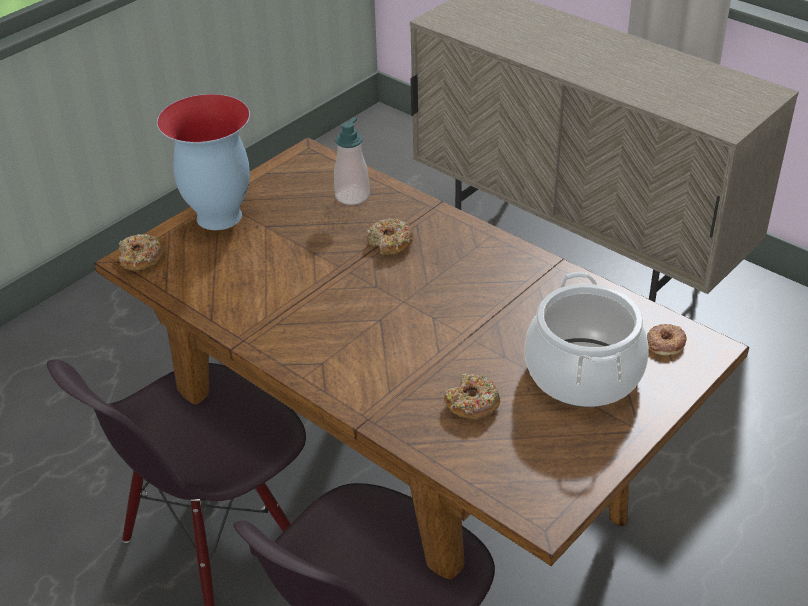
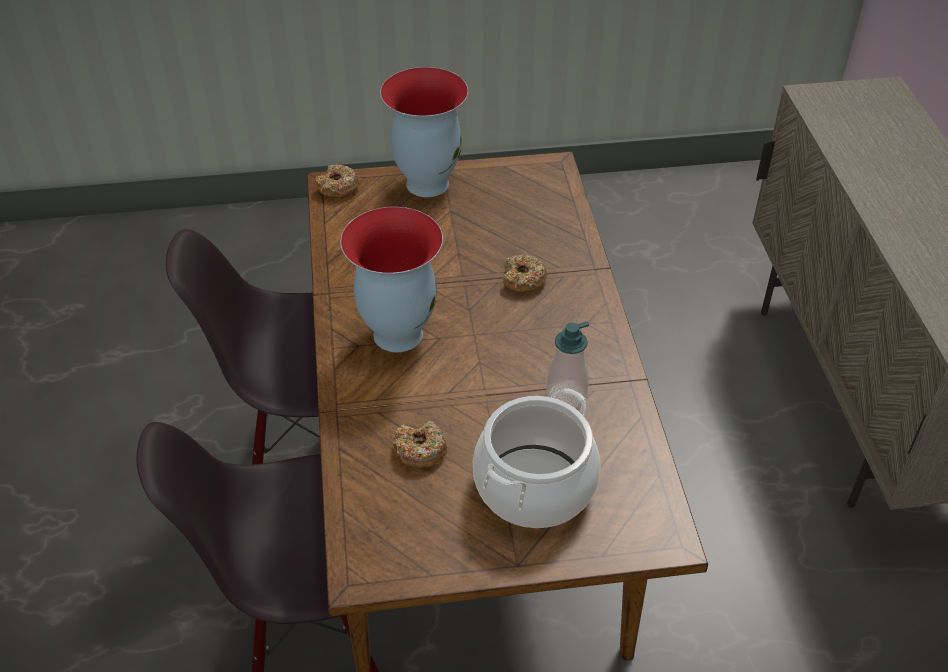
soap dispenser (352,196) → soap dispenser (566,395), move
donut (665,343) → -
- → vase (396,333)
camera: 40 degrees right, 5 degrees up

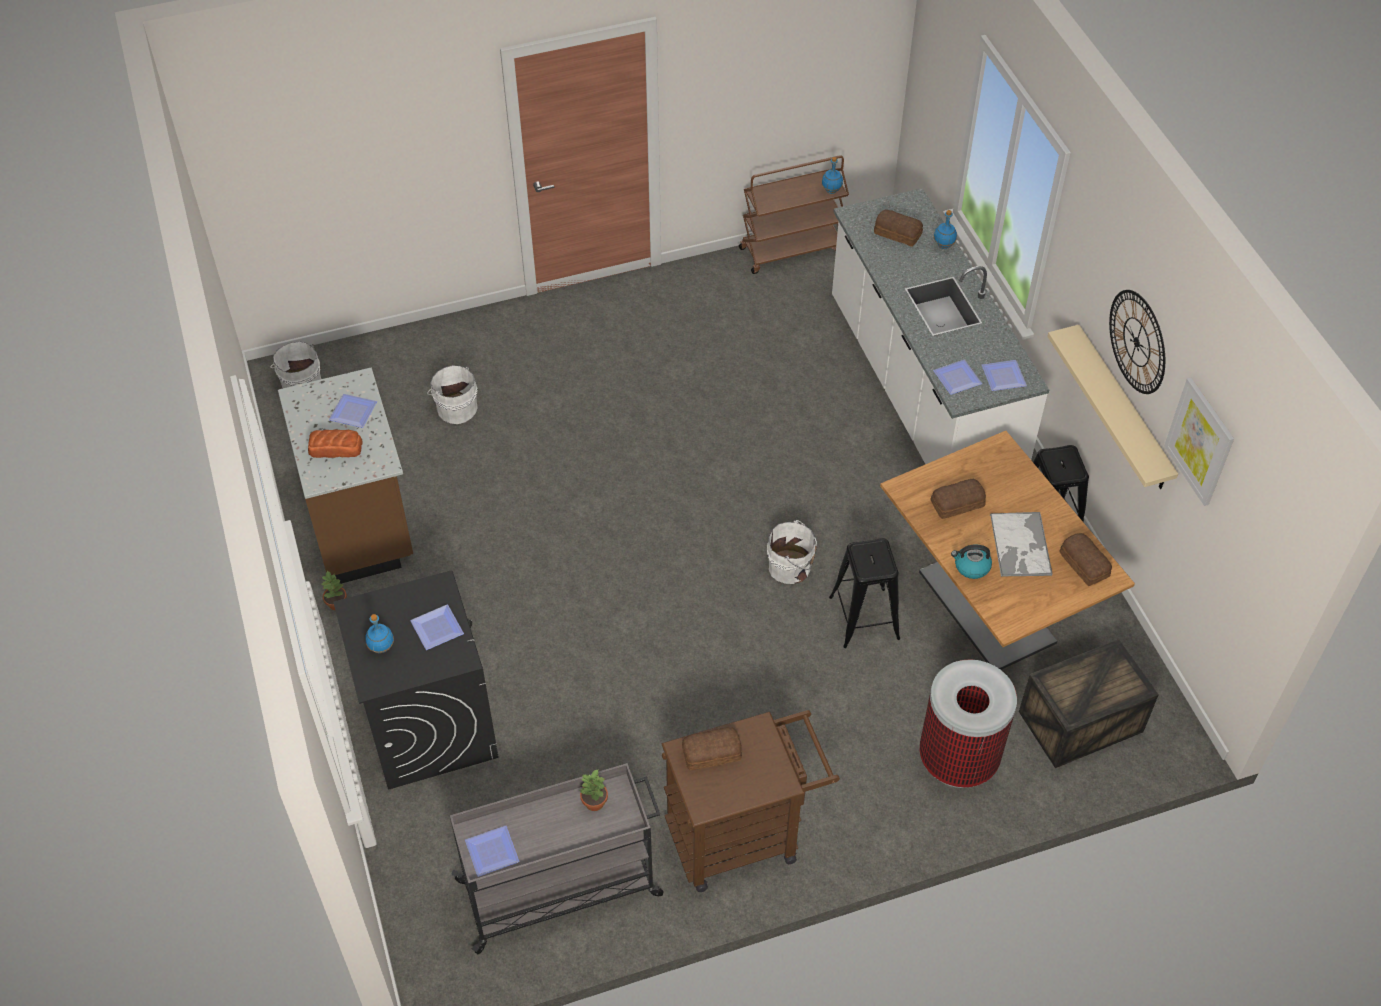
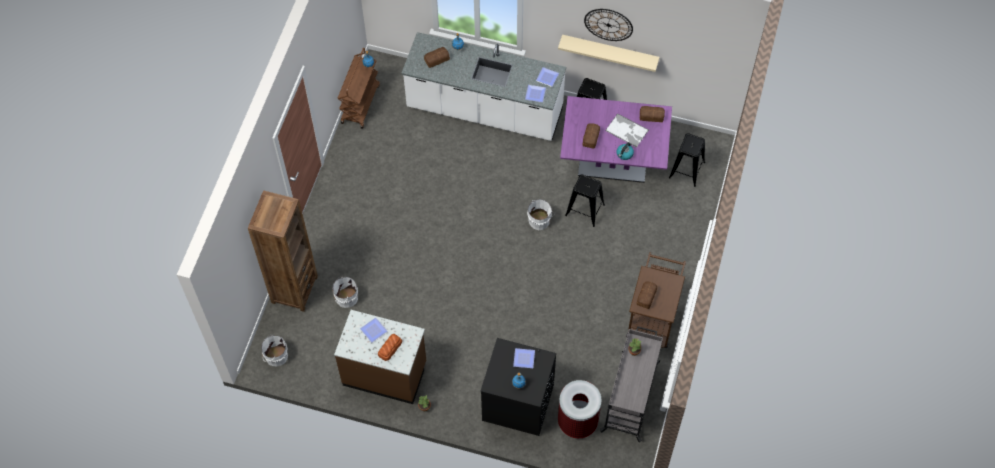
picture (1200,441) → -
dining table in brown (986,607) → dining table in purple (612,164)
crate (1079,723) → stool in black (687,170)
trash can (958,760) → trash can (577,422), move
plate (493,850) → -
- → bookcase in brown (294,289)
camera: 55 degrees left, 10 degrees up

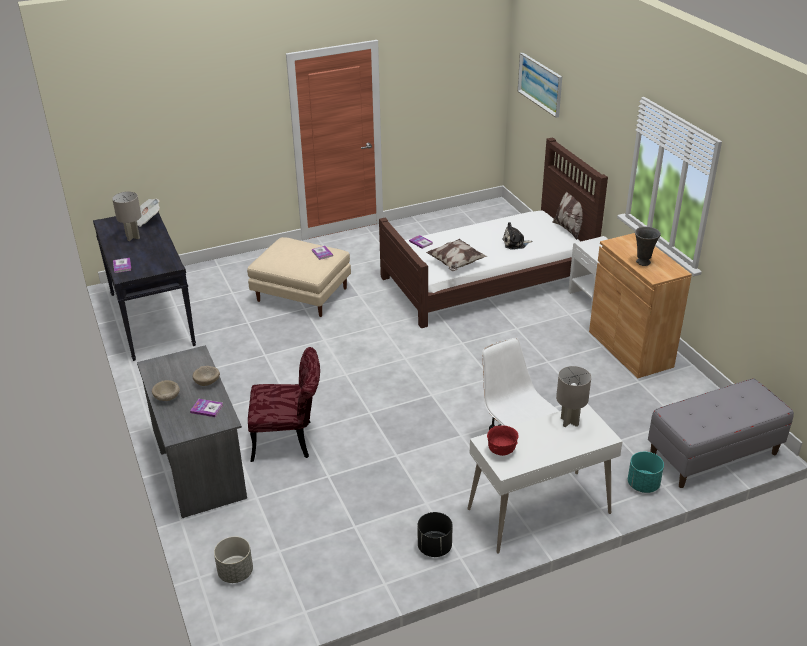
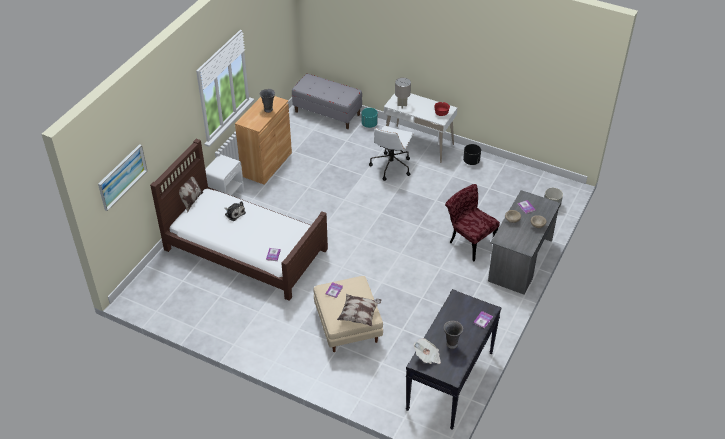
table lamp in grey (133,237) → vase in grey (451,344)
pillow (456,264) → pillow (359,315), move
camera: 130 degrees left, 10 degrees up

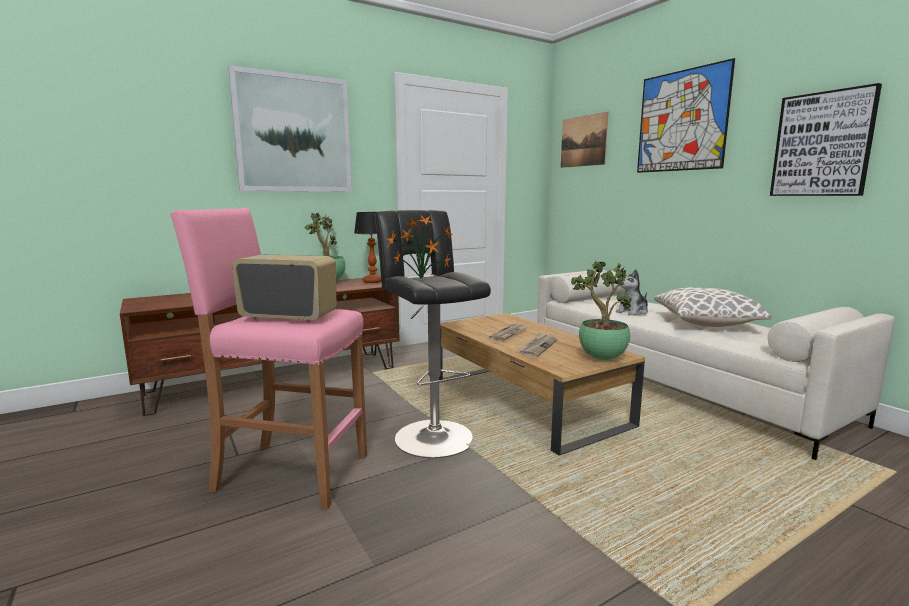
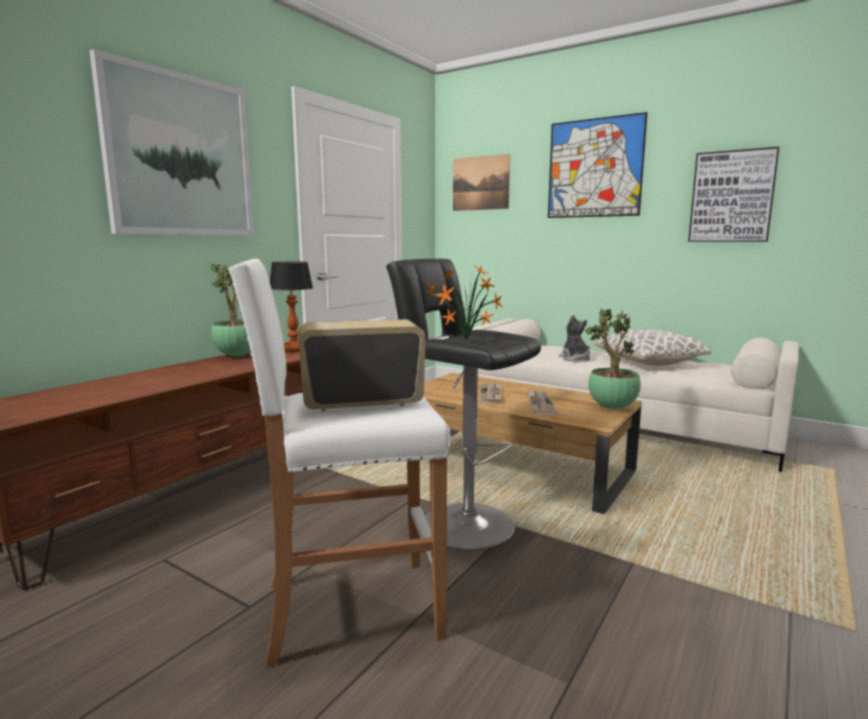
stool in pink (291,472) → stool in white (350,608)
plush toy (633,312) → plush toy (575,359), 135 degrees clockwise
camera: 25 degrees left, 0 degrees up

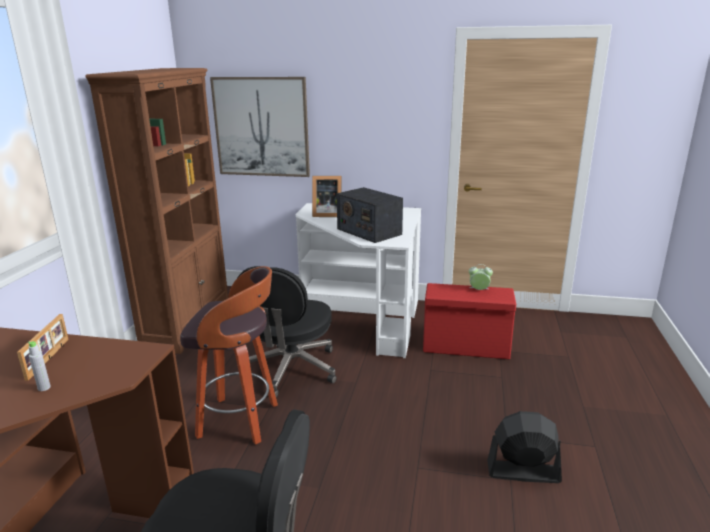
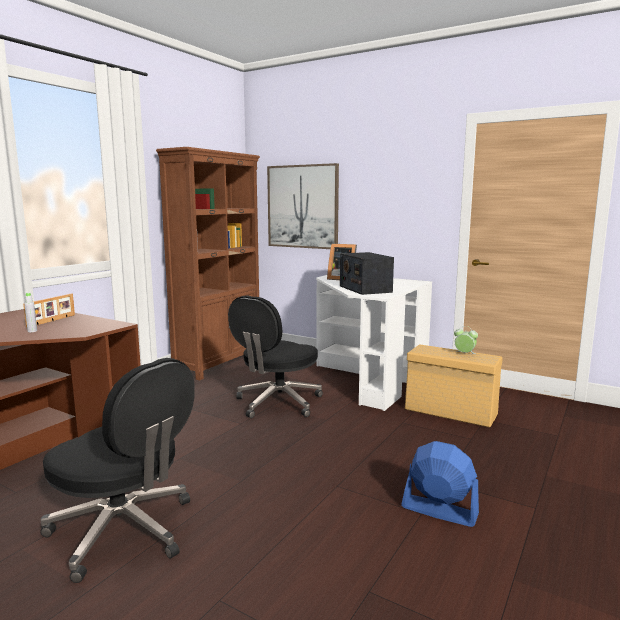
stool (240,421) → -
storage box in red (464,347) → storage box in beige (449,412)
fan in black (522,472) → fan in blue (439,510)
camera: 20 degrees right, 10 degrees down

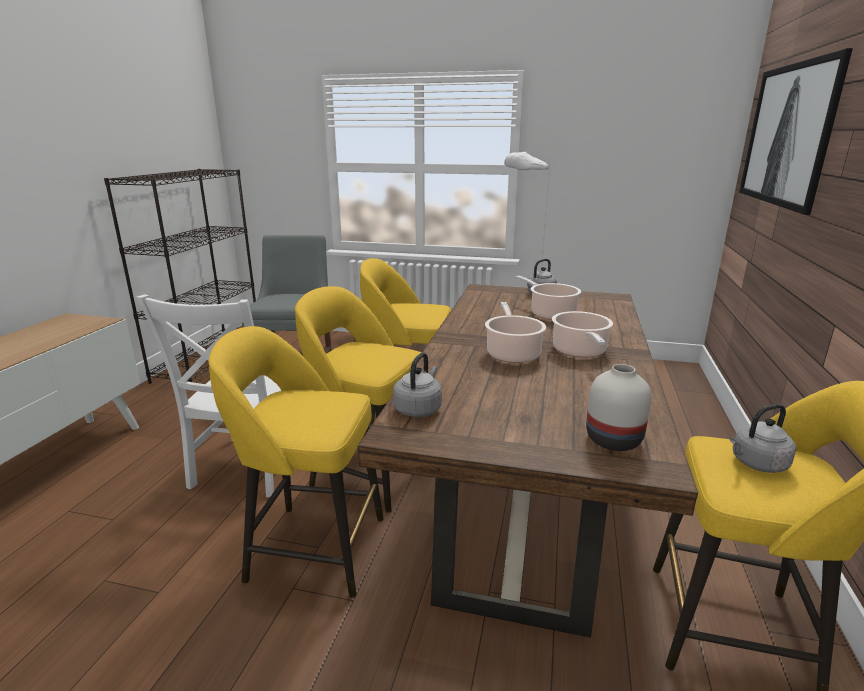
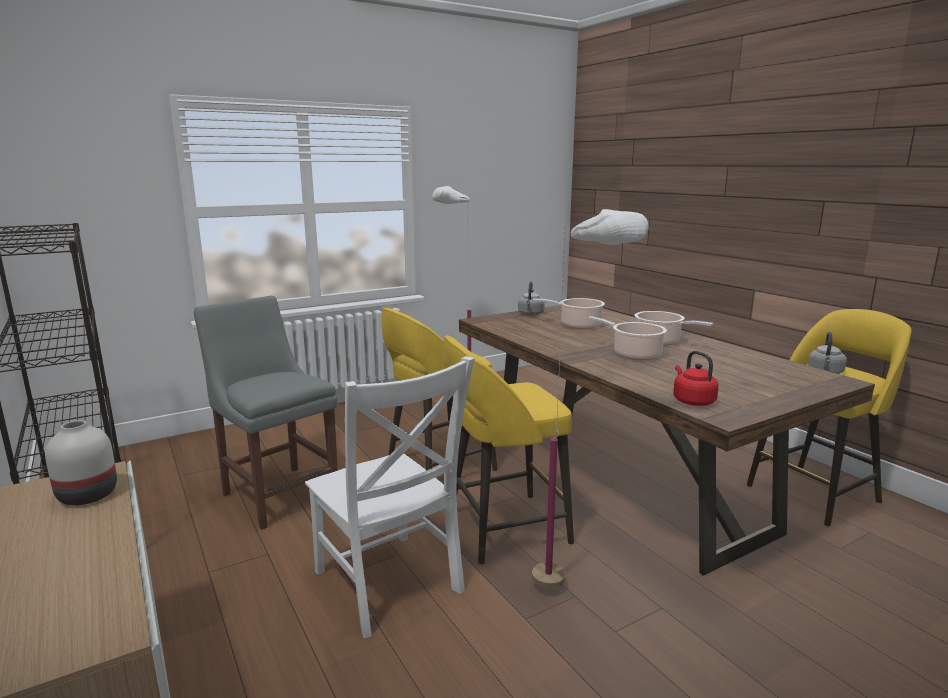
picture (789,135) → -
stool in yellow (313,547) → floor lamp in white (572,599)
kettle in grey (419,409) → kettle in red (692,401)
vase in white (613,439) → vase in white (87,494), move
camera: 45 degrees left, 5 degrees down

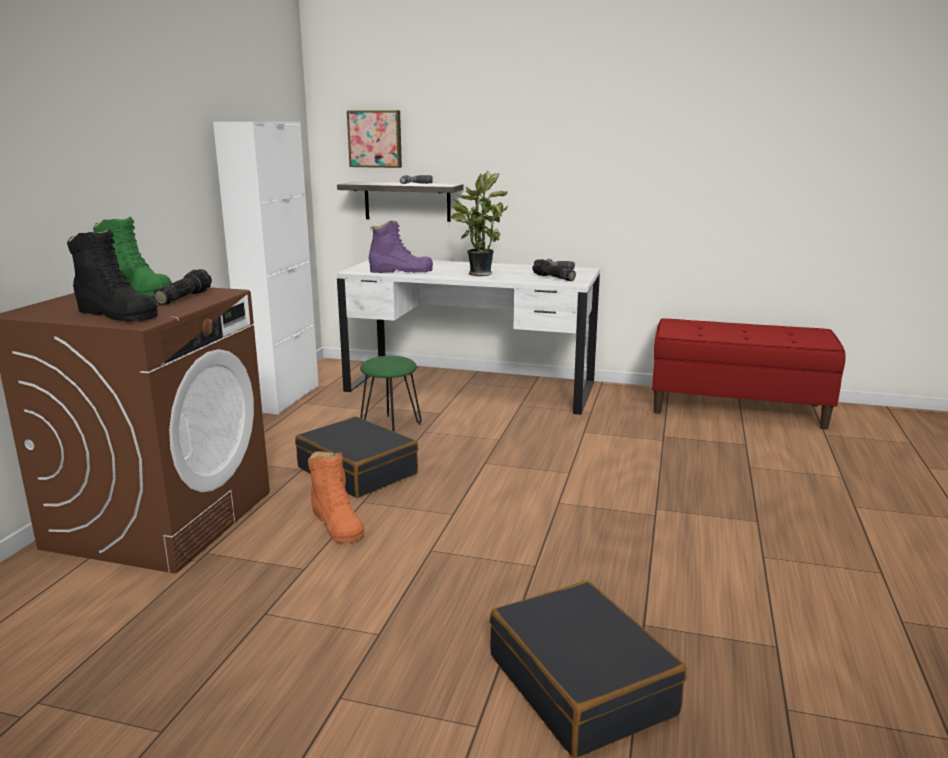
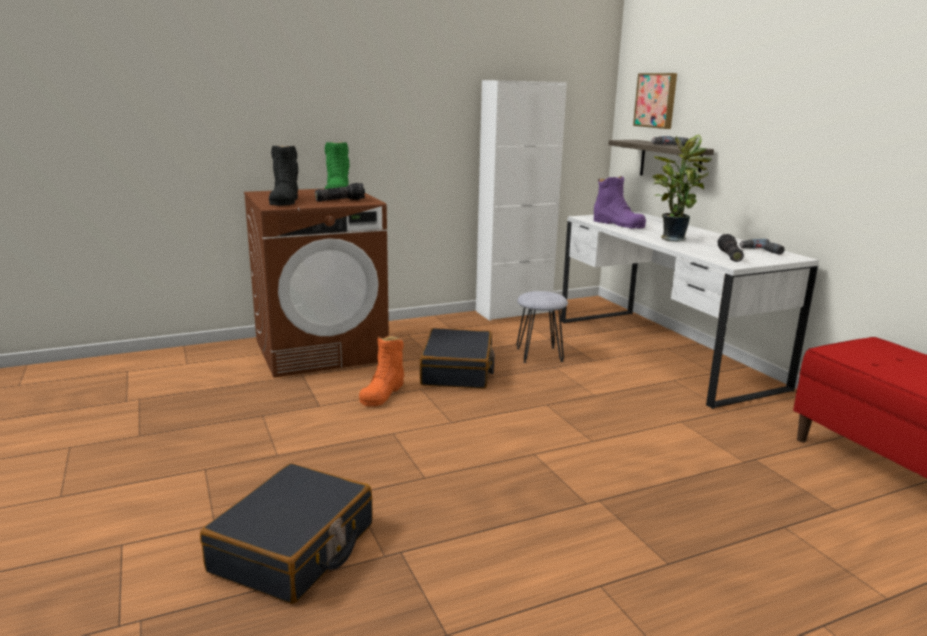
stool in green (390,426) → stool in grey (538,354)
camera: 50 degrees right, 0 degrees up

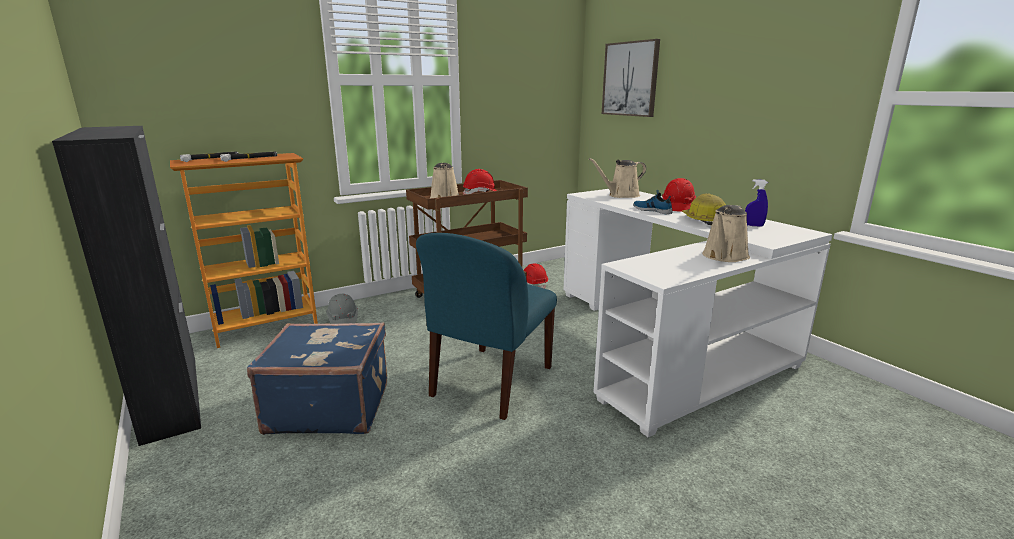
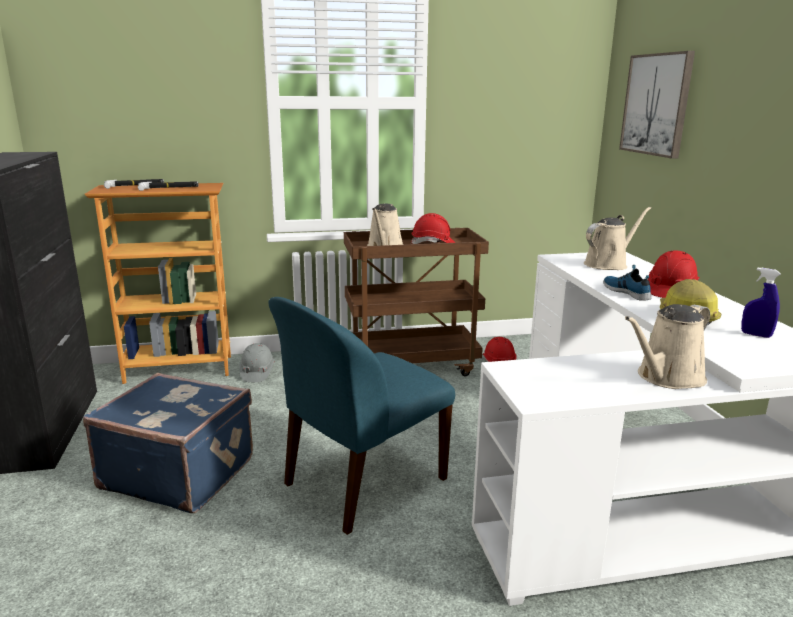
watering can in beige (621,195) → watering can in beige (608,264), 150 degrees clockwise
camera: 20 degrees right, 0 degrees up

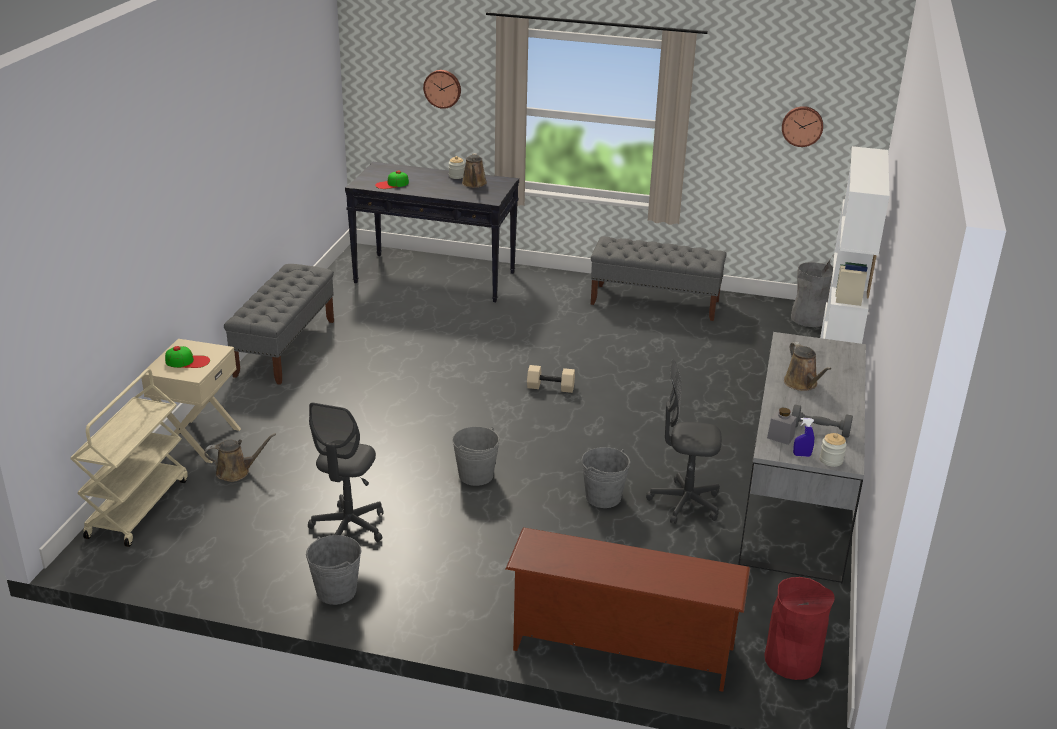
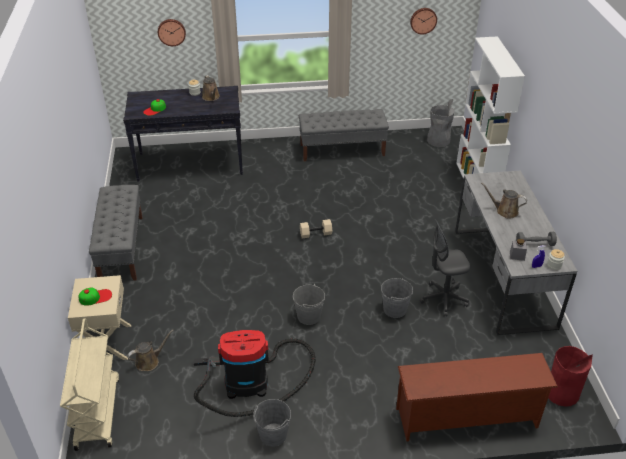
watering can in brown (802,384) → watering can in brown (504,211), 150 degrees clockwise
office chair in grey (348,528) → vacuum cleaner (252,382)
camera: 20 degrees left, 10 degrees up

